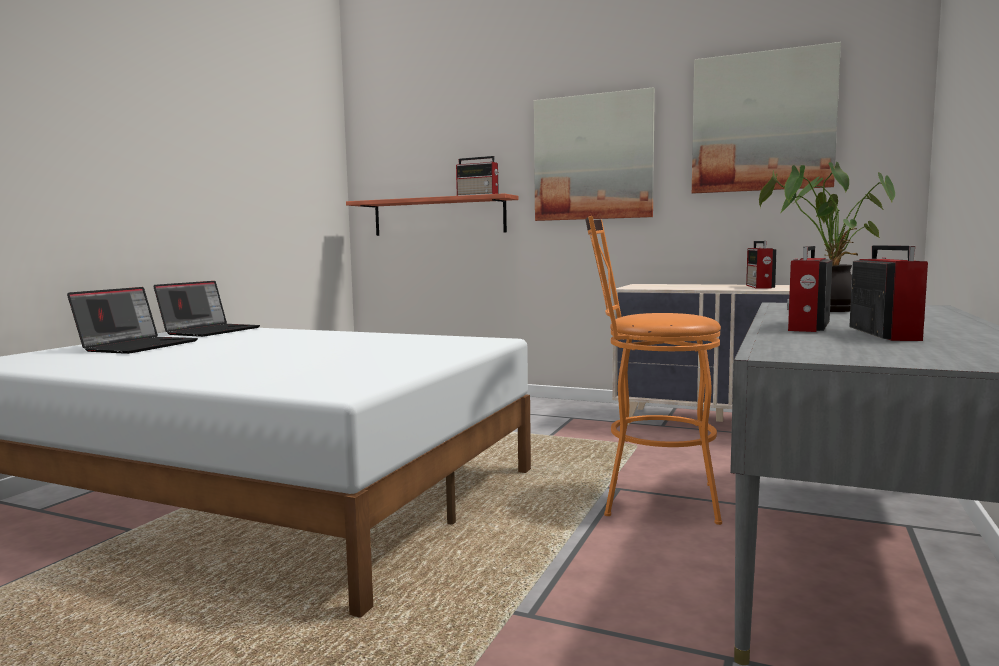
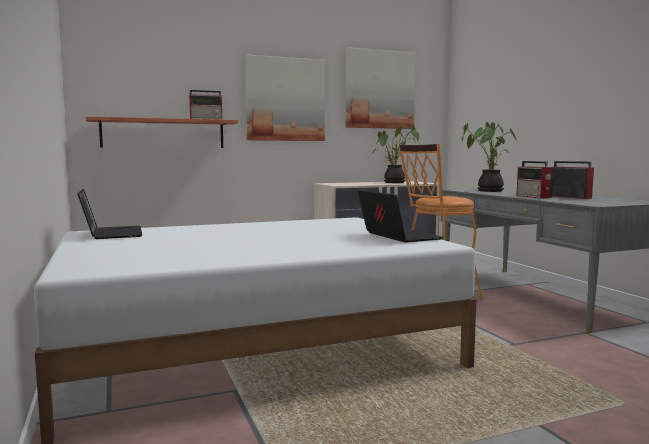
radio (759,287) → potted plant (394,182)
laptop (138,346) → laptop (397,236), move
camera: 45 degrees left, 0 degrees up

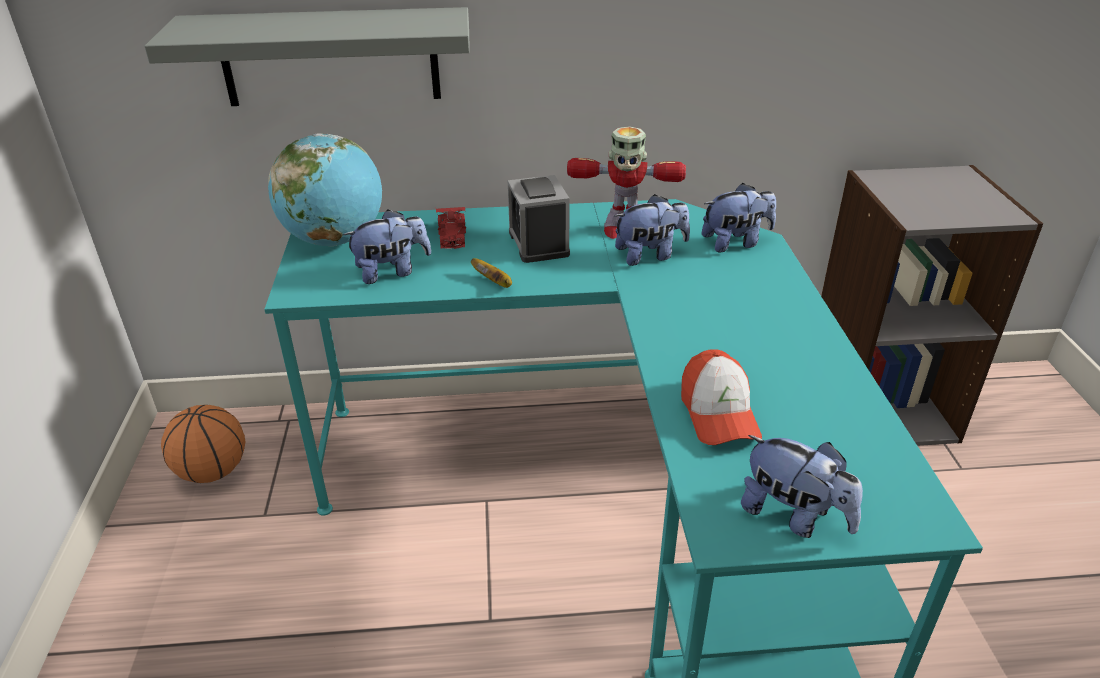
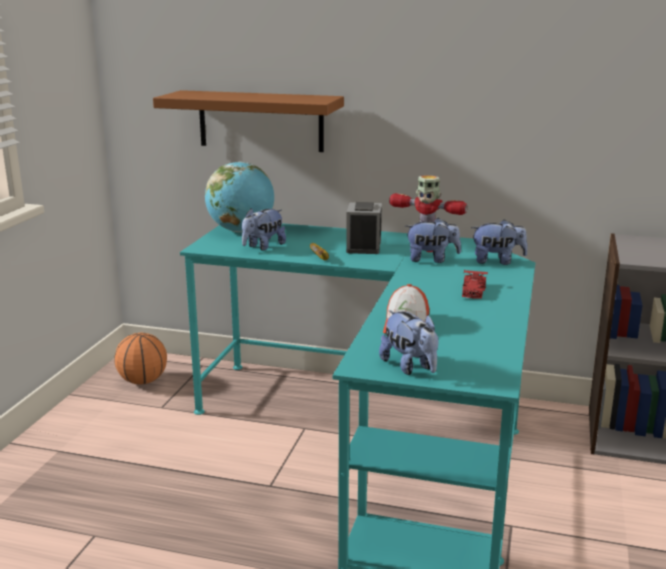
shelf in grey (330,57) → shelf in brown (260,121)
toy car in red (452,235) → toy car in red (473,291), move
plush toy (392,272) → plush toy (263,247), 135 degrees clockwise
camera: 20 degrees right, 15 degrees down

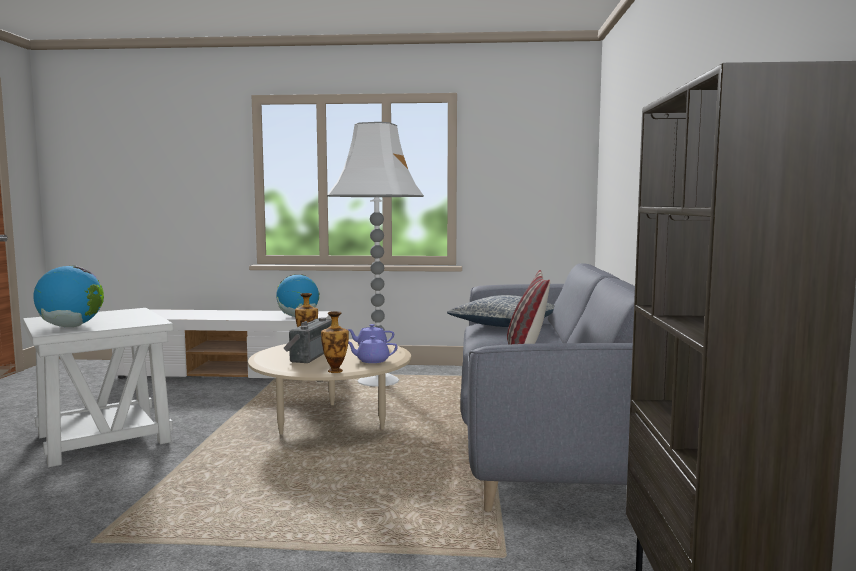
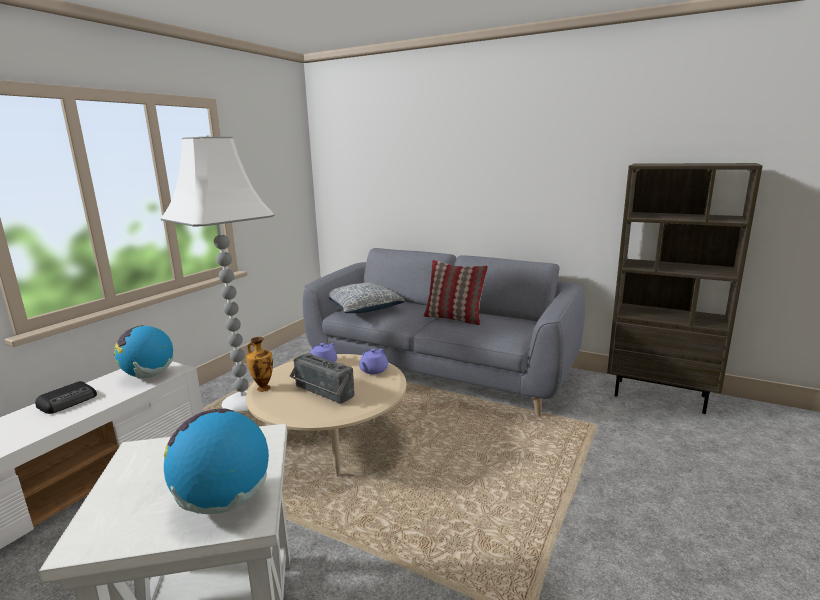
vase (335,370) → -
- → radio (69,401)
camera: 65 degrees left, 10 degrees up

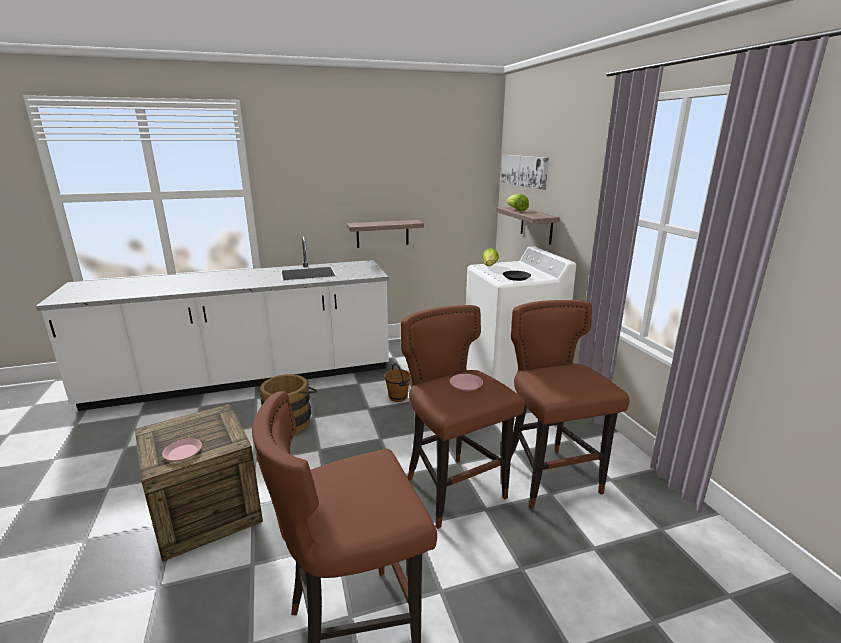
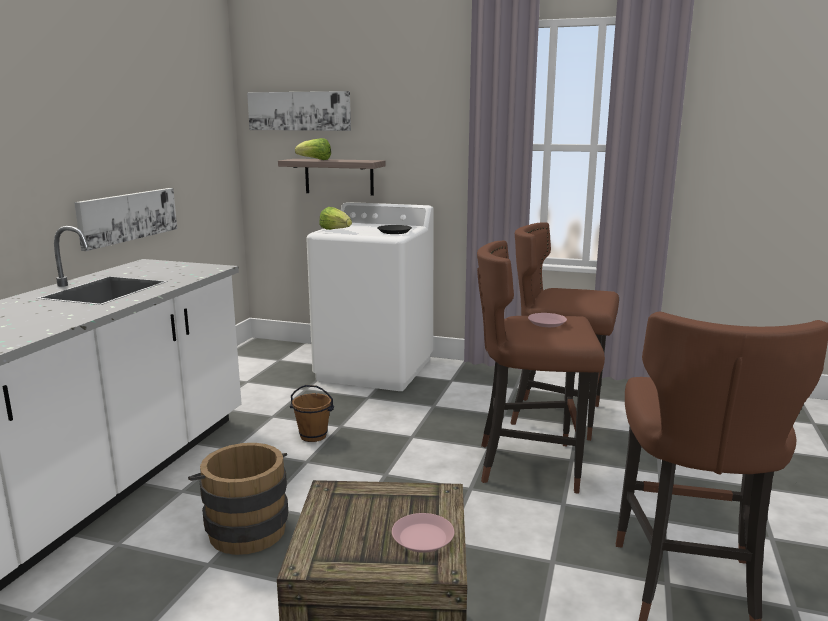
shelf (382,233) → picture (128,216)
camera: 55 degrees left, 5 degrees down

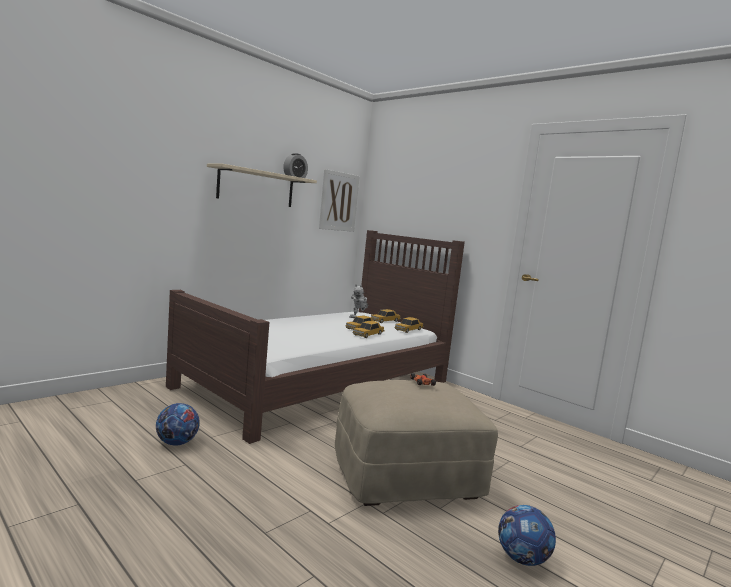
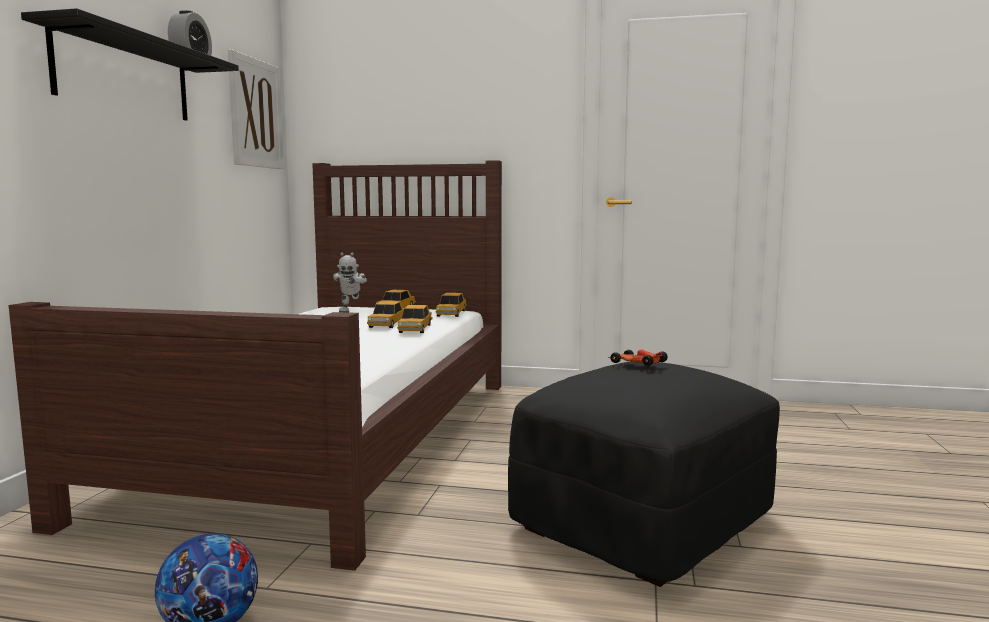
shelf in beige (256,187) → shelf in black (124,76)
ottoman in beige (406,477) → ottoman in black (644,523)
football (522,559) → -
camera: 30 degrees left, 0 degrees up

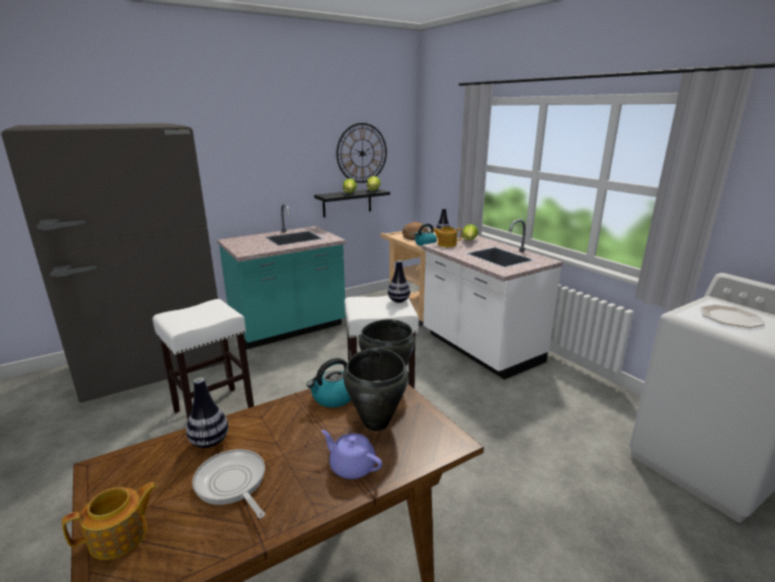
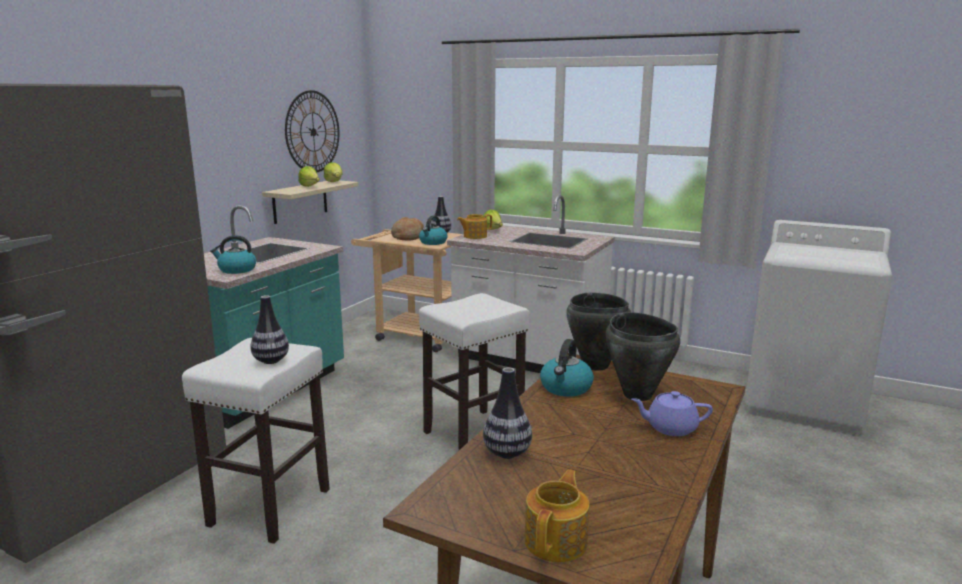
shelf in black (347,202) → shelf in beige (300,201)
vase (398,301) → vase (271,361), move
plate (729,317) → -
frying pan (232,484) → -
- → kettle (236,270)
camera: 30 degrees left, 5 degrees down

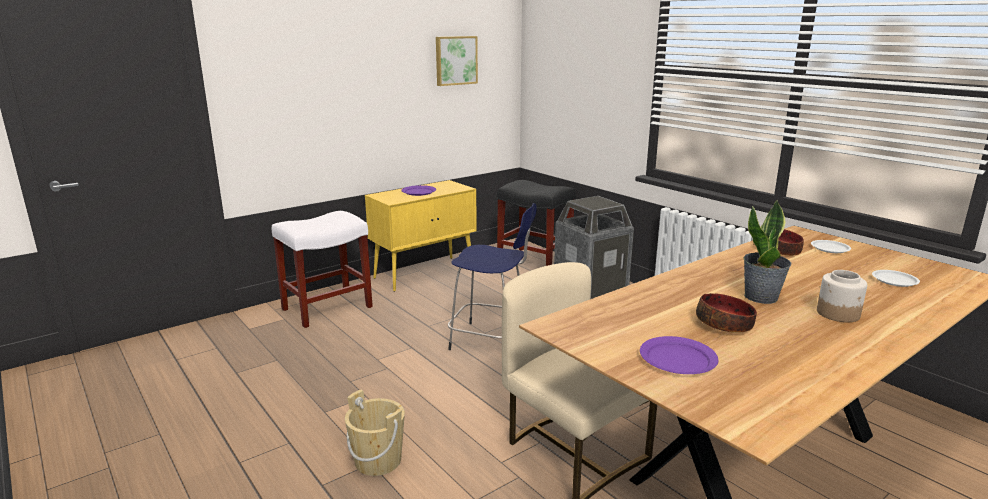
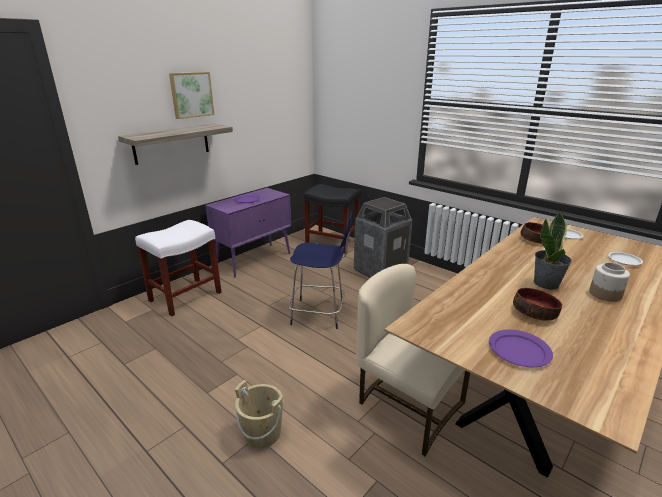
picture (455,60) → picture (191,94), move
cabinet in yellow (425,273) → cabinet in purple (254,260)
- → shelf (171,143)
camera: 10 degrees left, 5 degrees up

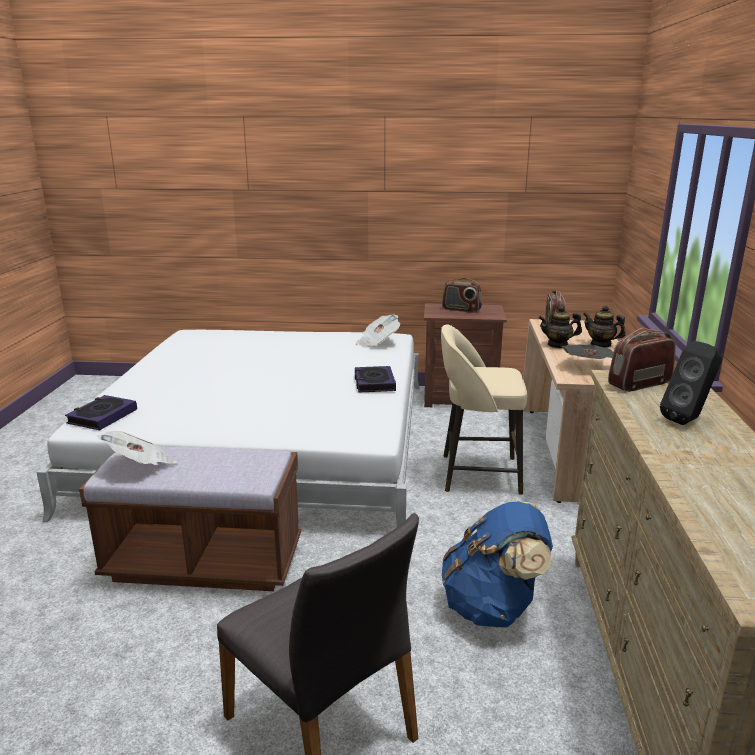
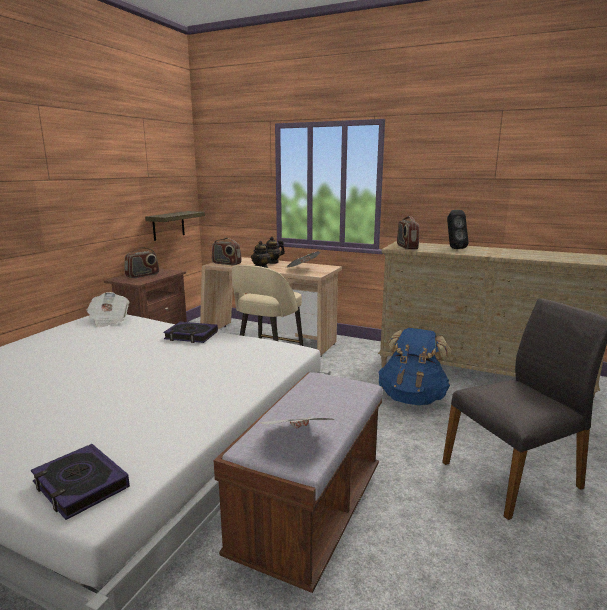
- → shelf (168,225)
camera: 70 degrees left, 5 degrees down

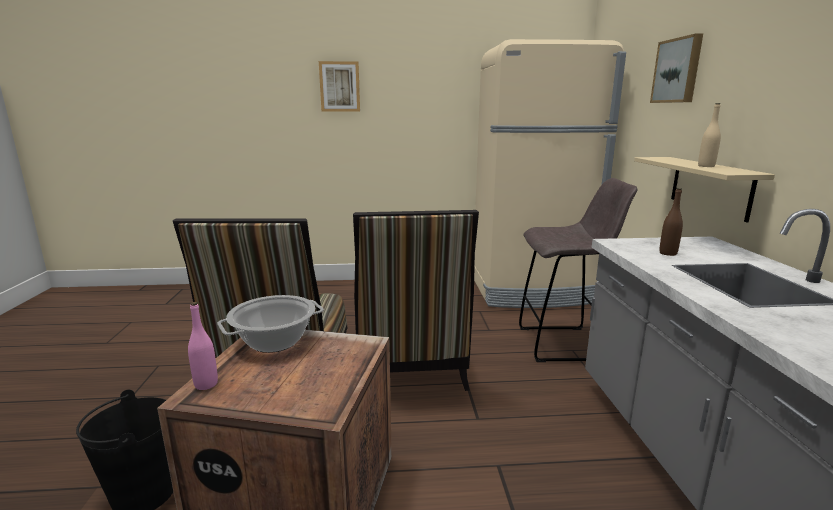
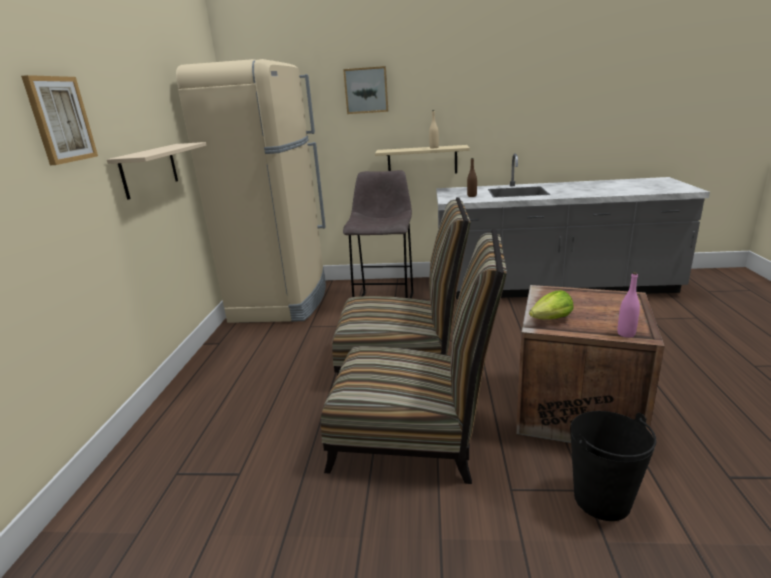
cooking pot (274,342) → lettuce (551,319)
- → shelf in beige (149,170)
camera: 80 degrees left, 5 degrees up

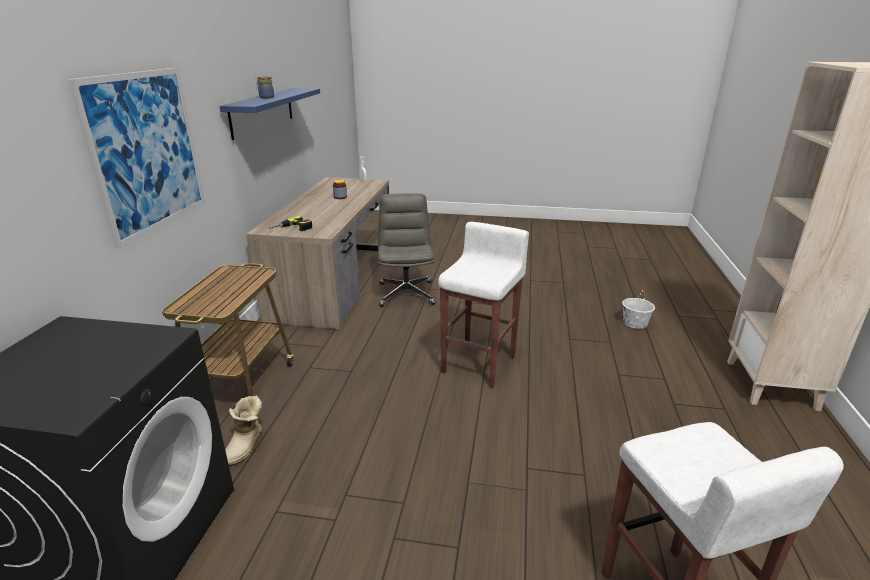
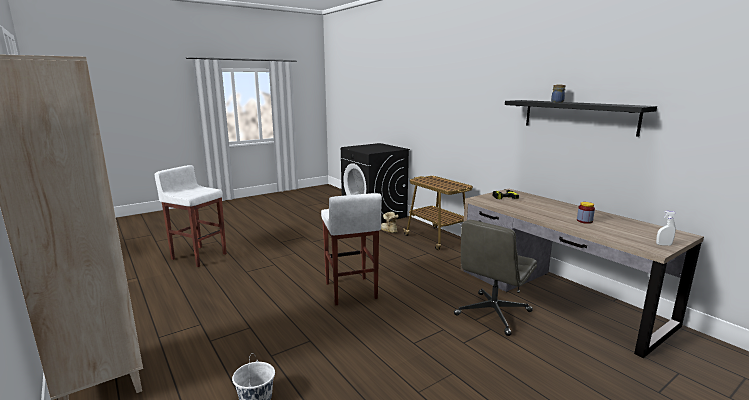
picture (147,152) → -
shelf in blue (262,112) → shelf in black (578,116)
office chair in grey (406,293) → office chair in grey (492,314), 90 degrees clockwise
camera: 135 degrees right, 10 degrees down

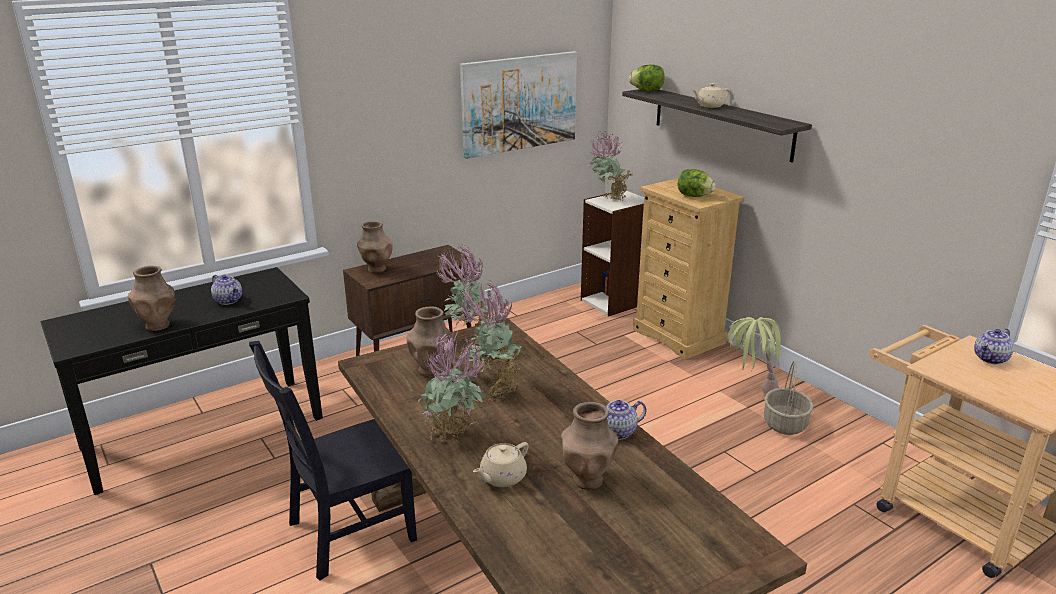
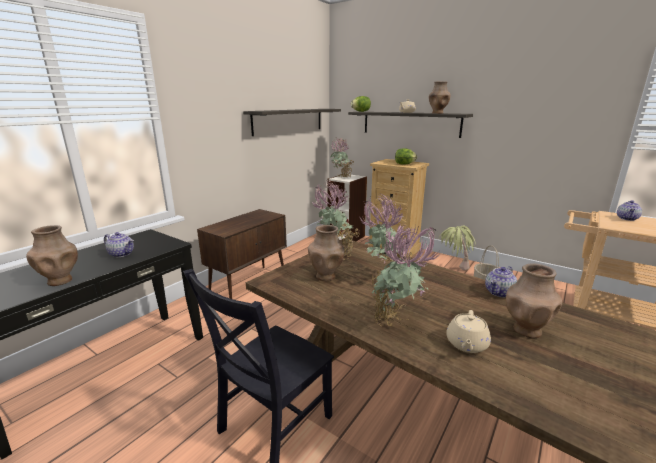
picture (519,103) → shelf (289,121)
vase in brown (376,269) → vase in brown (437,113), move
camera: 20 degrees left, 5 degrees down

